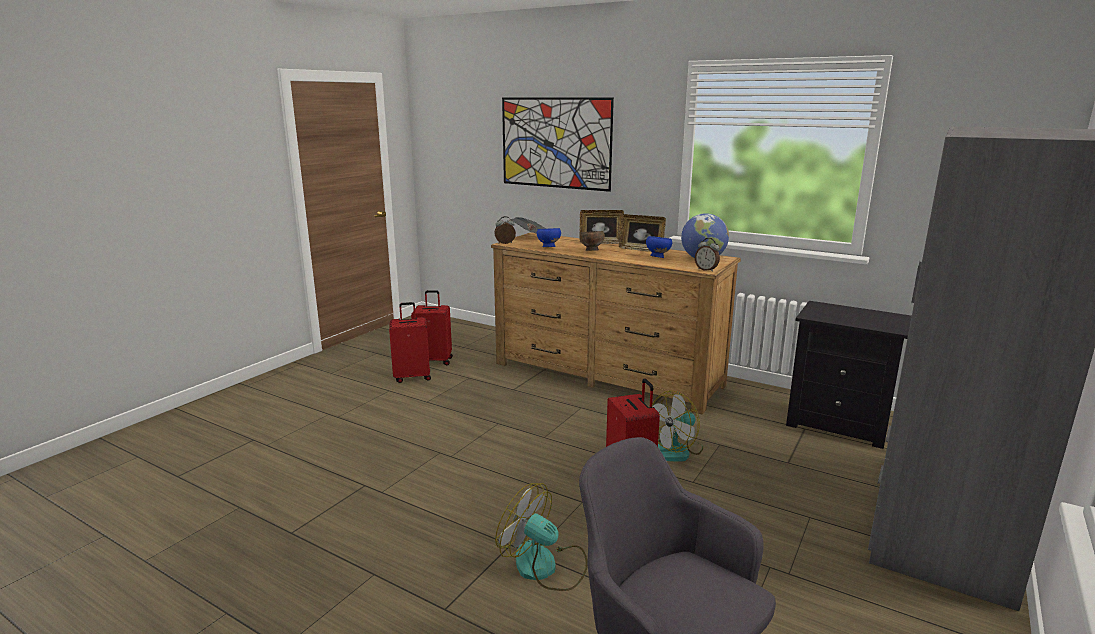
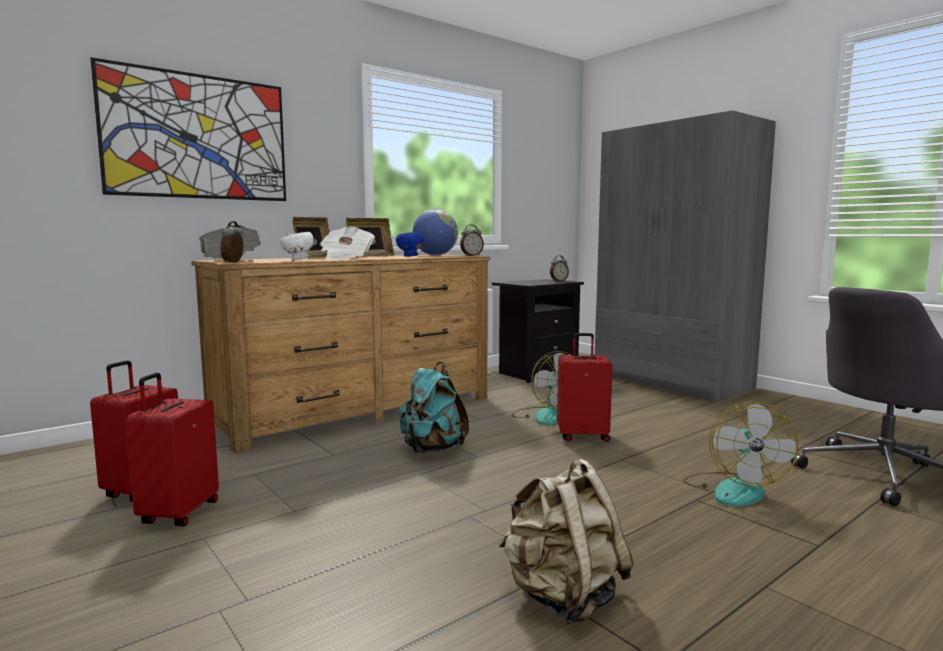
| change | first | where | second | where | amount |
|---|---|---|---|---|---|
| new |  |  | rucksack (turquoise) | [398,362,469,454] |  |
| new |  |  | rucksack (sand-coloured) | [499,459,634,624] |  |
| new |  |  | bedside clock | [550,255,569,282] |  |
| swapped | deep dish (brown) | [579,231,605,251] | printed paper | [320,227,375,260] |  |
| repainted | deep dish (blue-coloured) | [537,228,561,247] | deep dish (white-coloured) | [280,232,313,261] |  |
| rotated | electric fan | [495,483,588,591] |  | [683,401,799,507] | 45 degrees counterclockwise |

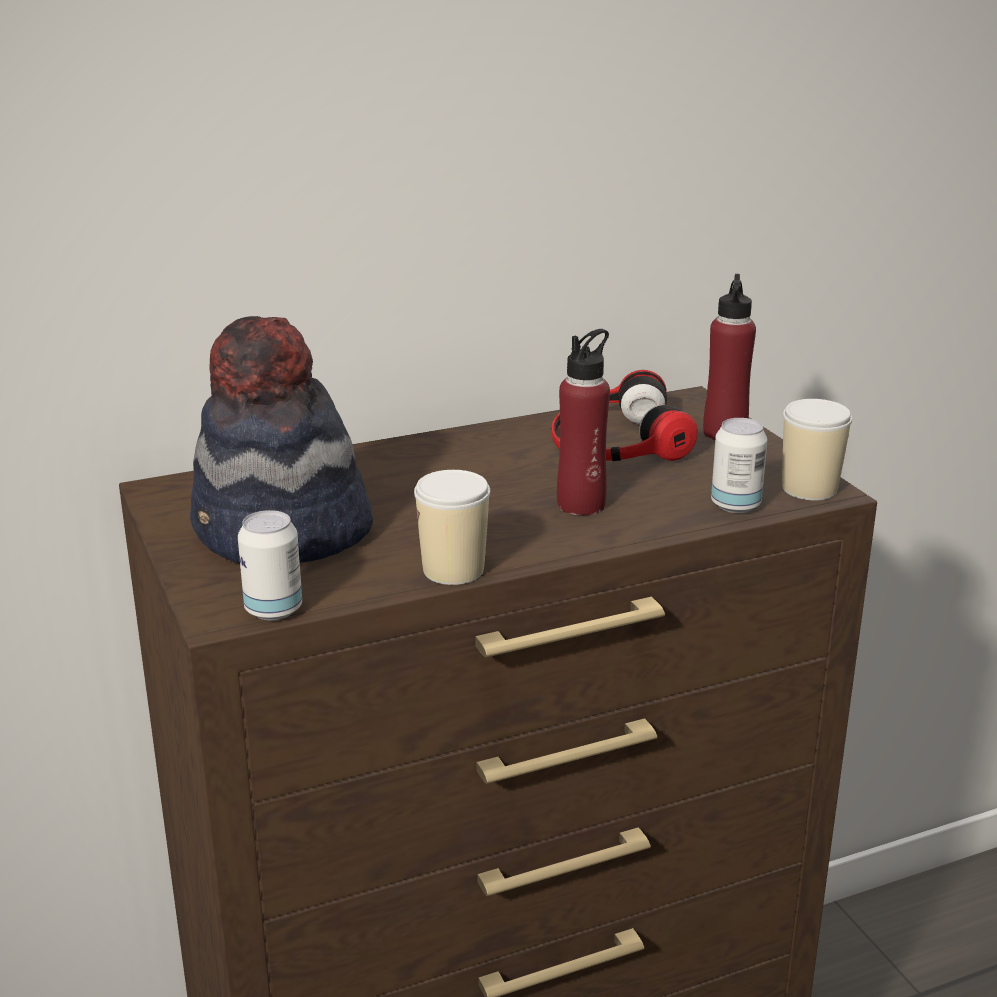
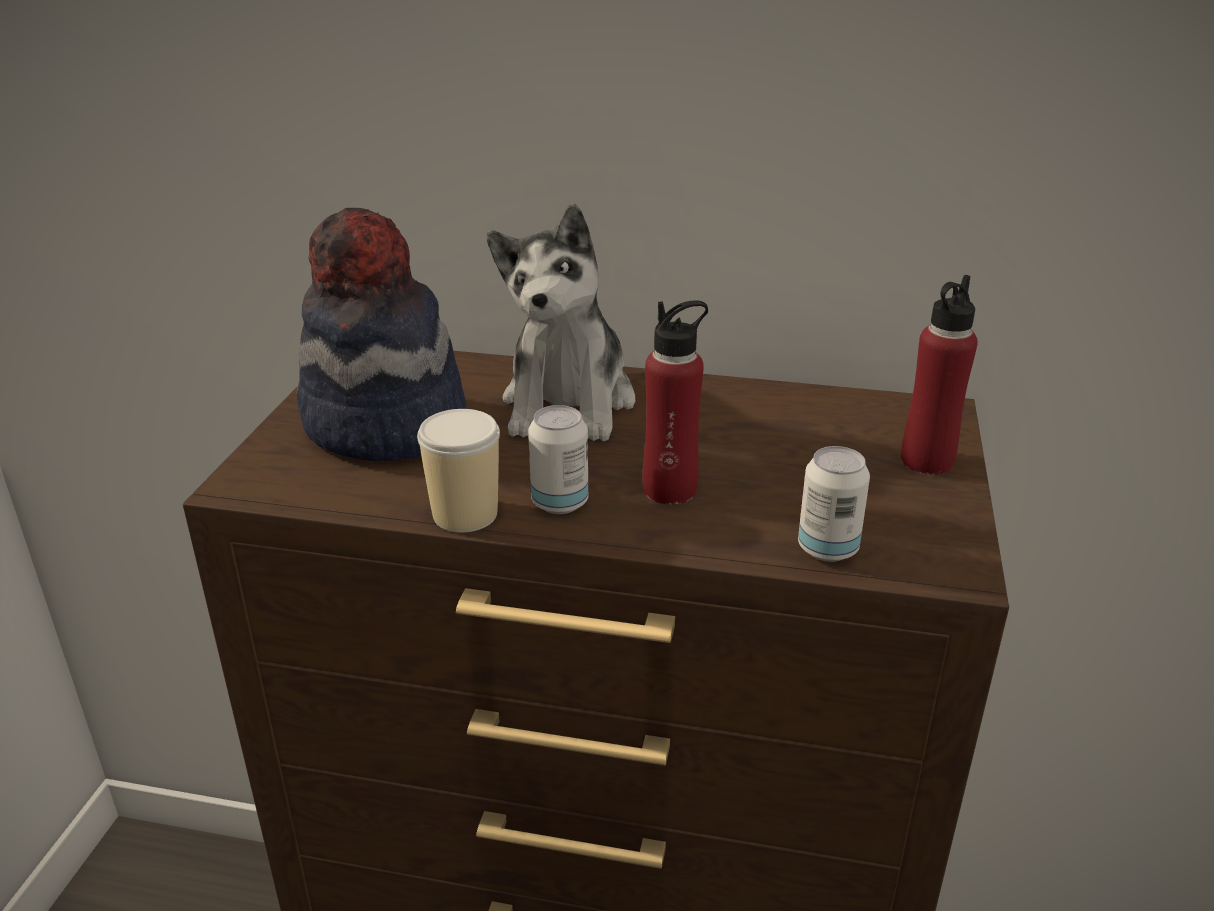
| change | first | where | second | where | amount |
|---|---|---|---|---|---|
| gone | headphones | [551,370,698,461] |  |  |  |
| gone | small cup | [782,399,852,500] |  |  |  |
| new |  |  | soft toy | [487,204,635,442] |  |
| shifted | metal can | [238,510,302,620] |  | [528,405,588,514] |  |

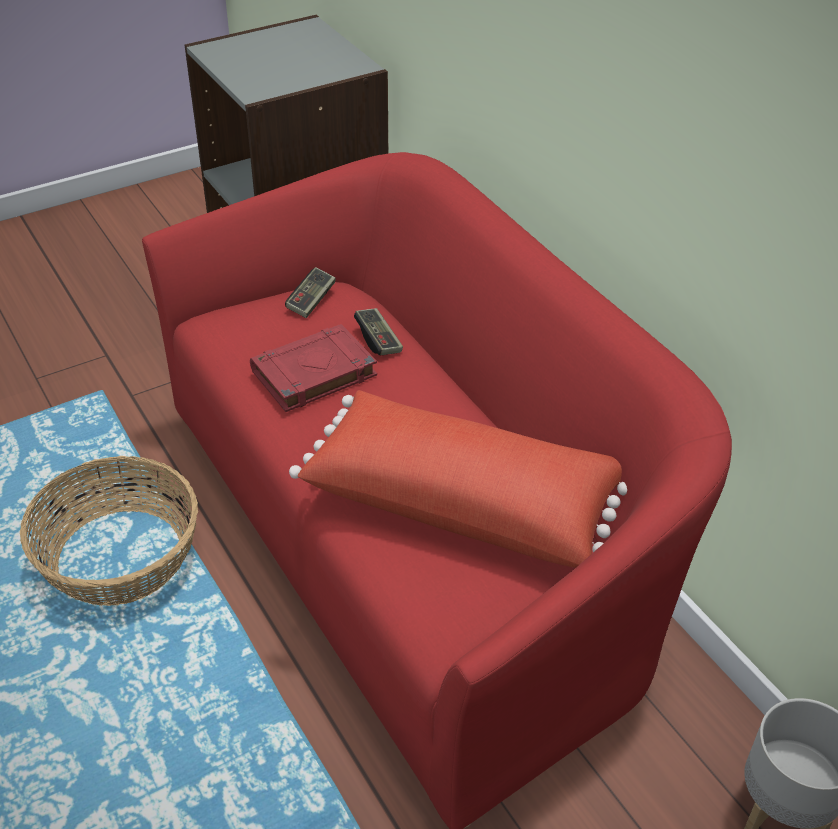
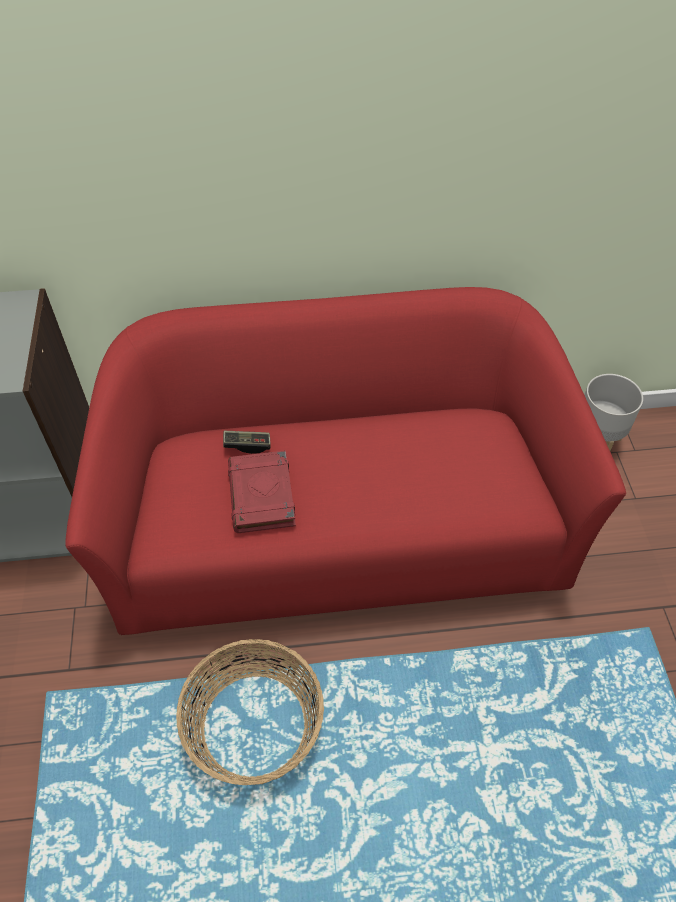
| change | first | where | second | where | amount |
|---|---|---|---|---|---|
| gone | gamepad | [285,267,336,318] |  |  |  |
| gone | throw pillow (red-coloured) | [289,390,627,568] |  |  |  |

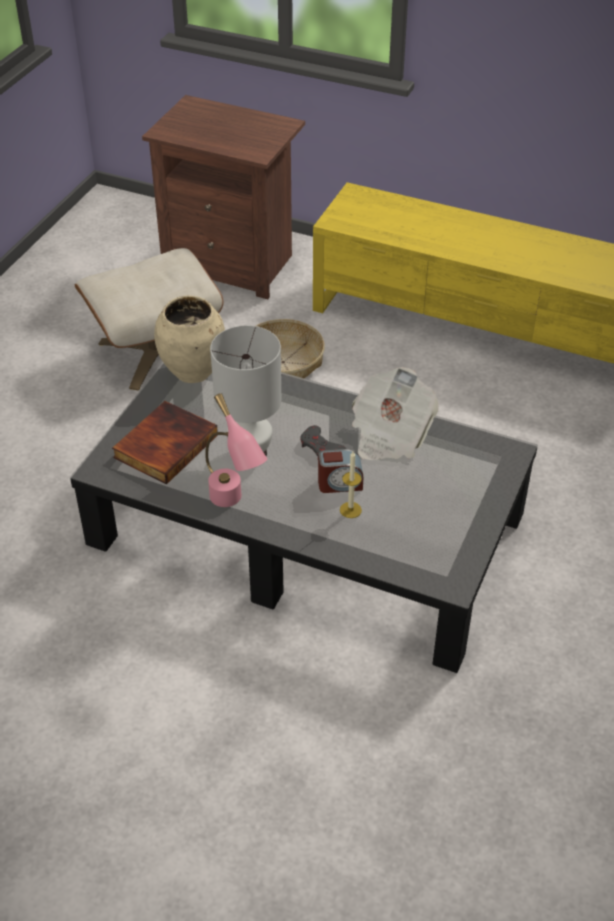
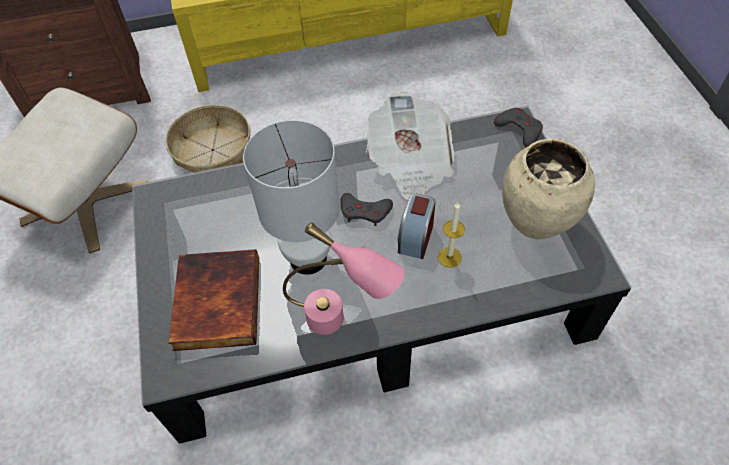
| change | first | where | second | where | amount |
|---|---|---|---|---|---|
| new |  |  | gamepad (grey) | [494,108,543,147] |  |
| shifted | decorative vase (sand-coloured) | [154,295,225,383] |  | [502,139,595,239] |  |
| rotated | bedside clock | [318,449,363,493] |  | [398,194,435,259] | 150 degrees clockwise |

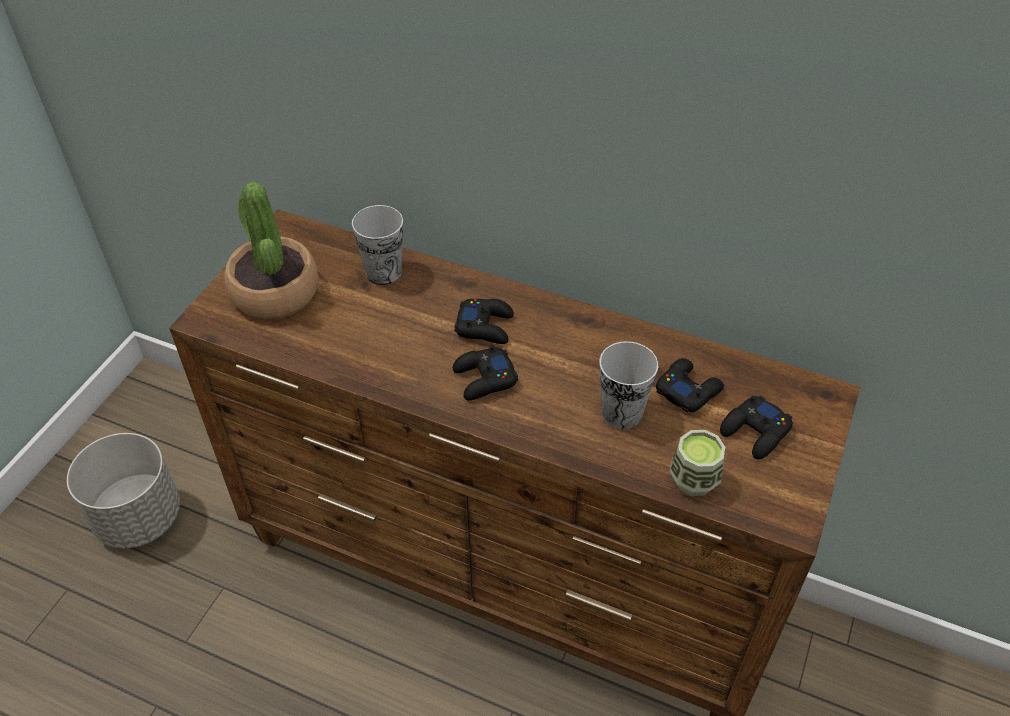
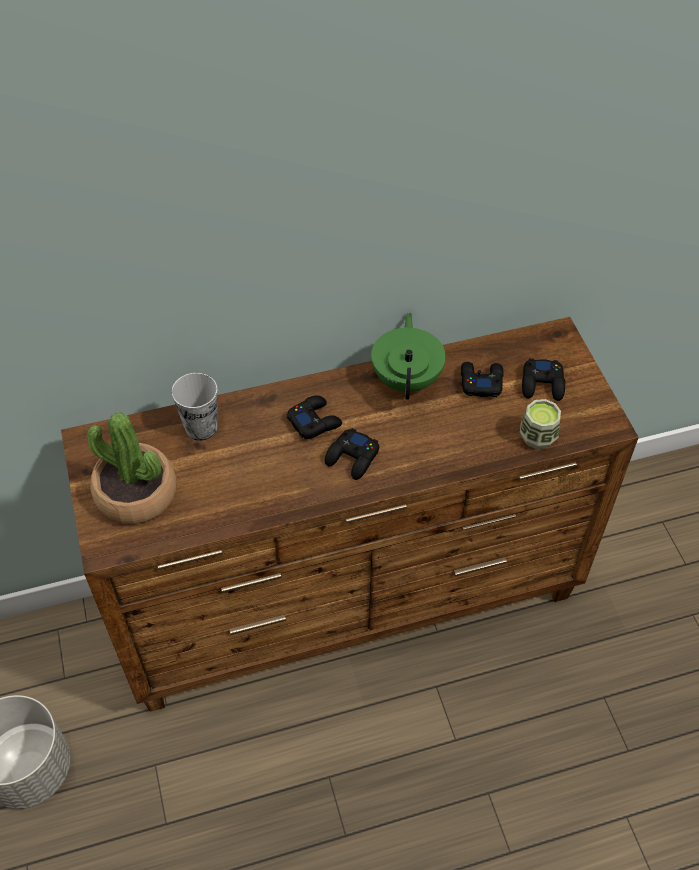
| change | first | where | second | where | amount |
|---|---|---|---|---|---|
| gone | small cup | [600,341,658,429] |  |  |  |
| new |  |  | teapot (greenish) | [371,312,446,399] |  |

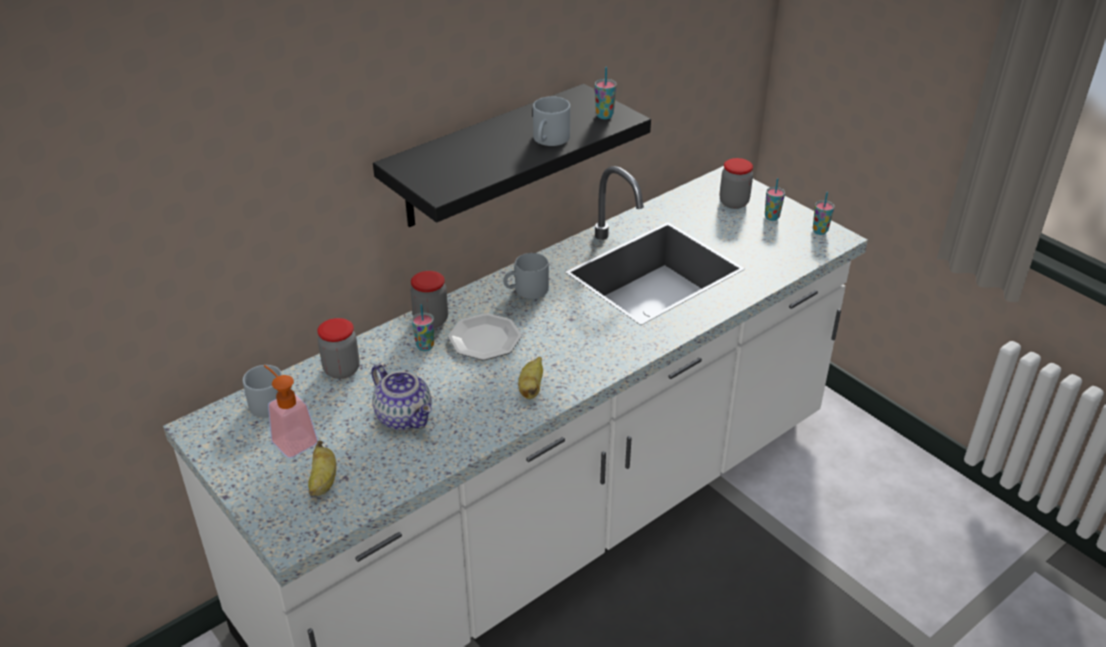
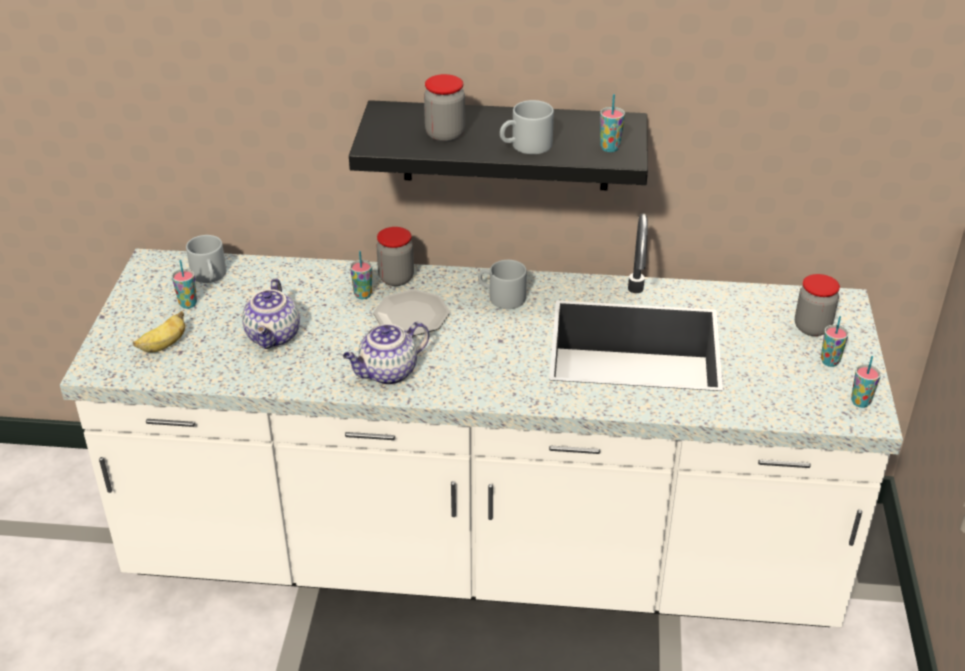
| change | first | where | second | where | amount |
|---|---|---|---|---|---|
| shifted | storage jar | [317,318,360,379] |  | [424,74,465,142] |  |
| swapped | soap bottle | [264,365,318,458] | small cup | [172,260,197,309] |  |
| swapped | banana | [518,357,543,399] | teapot | [343,322,429,385] |  |

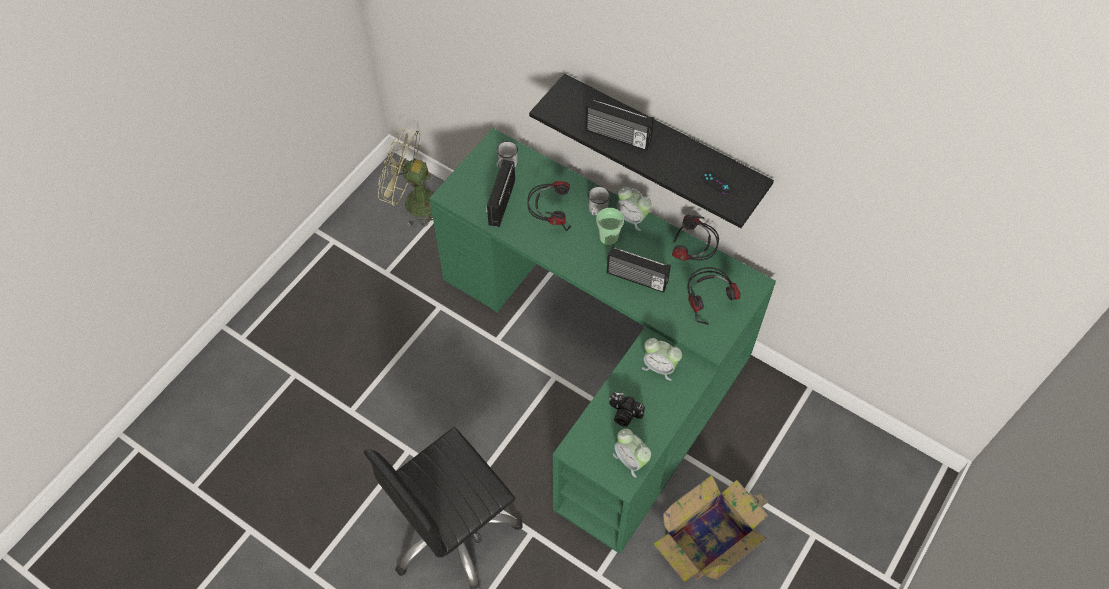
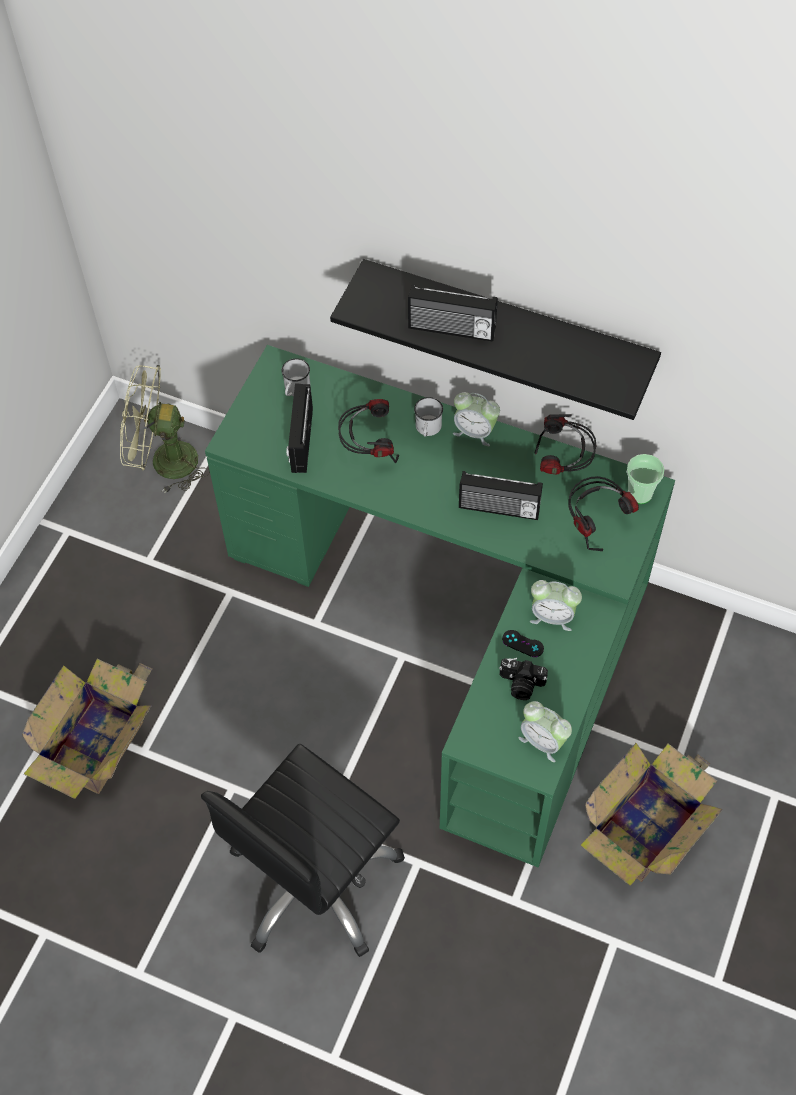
| change | first | where | second | where | amount |
|---|---|---|---|---|---|
| new |  |  | packing box | [22,659,153,799] |  |
| shifted | small cup | [596,208,624,246] |  | [627,454,665,504] |  |
| shifted | gamepad (blackish) | [701,171,733,194] |  | [502,630,544,657] |  |

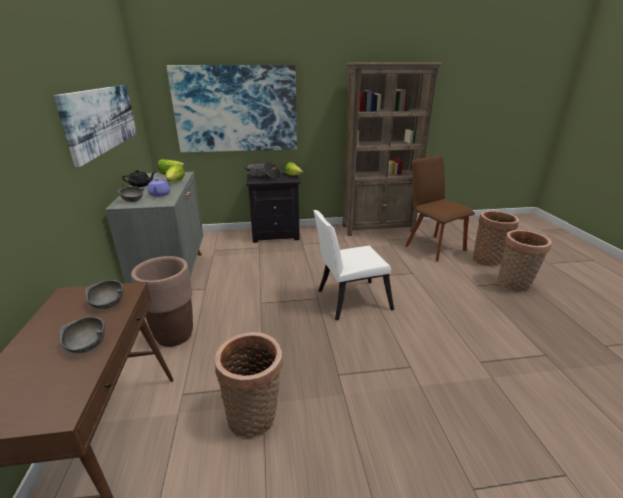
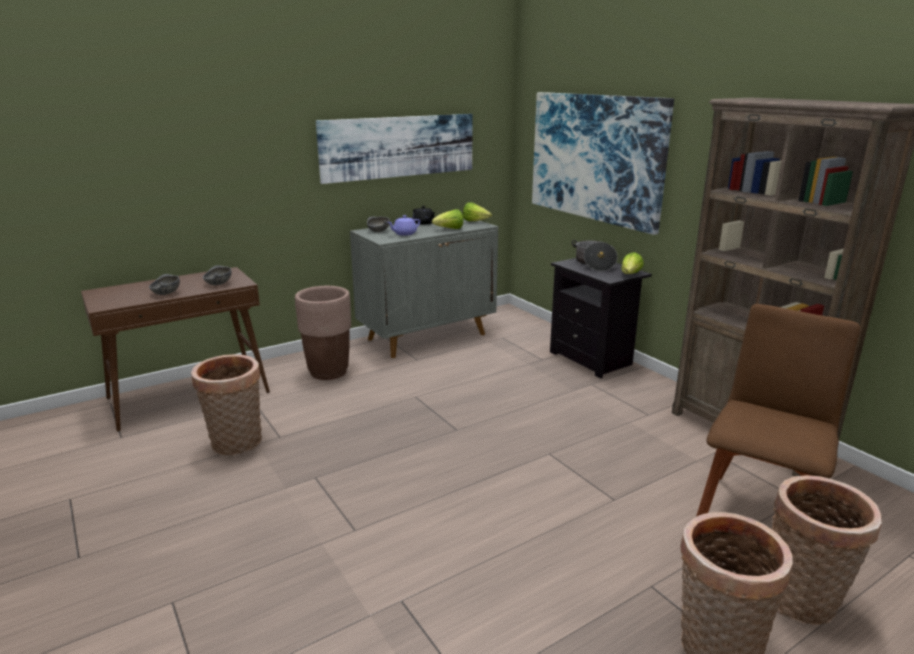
| change | first | where | second | where | amount |
|---|---|---|---|---|---|
| gone | plain chair (white-coloured) | [313,210,394,320] |  |  |  |

